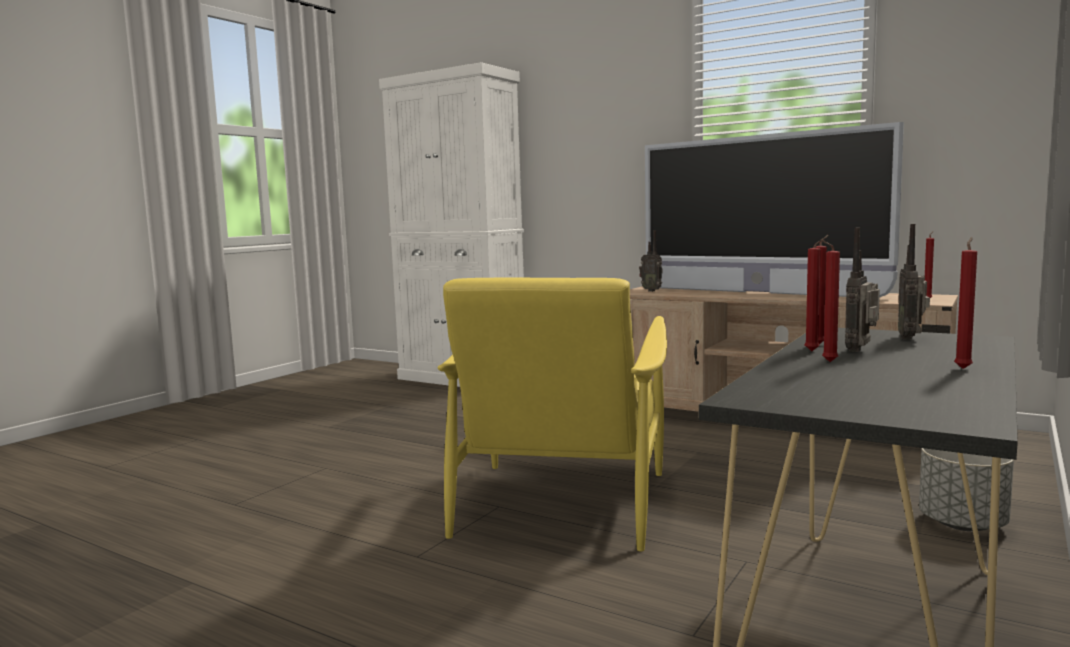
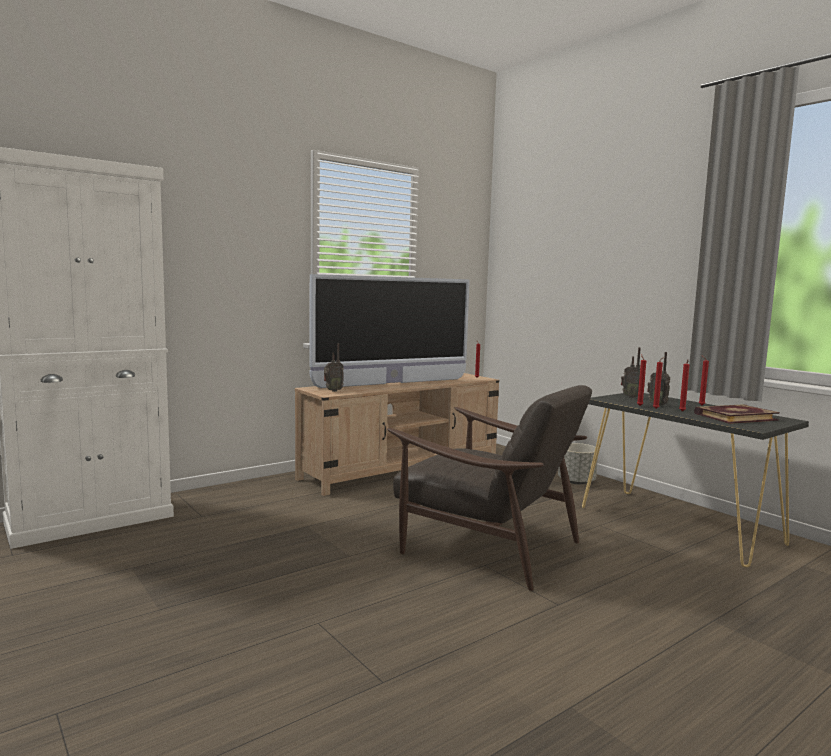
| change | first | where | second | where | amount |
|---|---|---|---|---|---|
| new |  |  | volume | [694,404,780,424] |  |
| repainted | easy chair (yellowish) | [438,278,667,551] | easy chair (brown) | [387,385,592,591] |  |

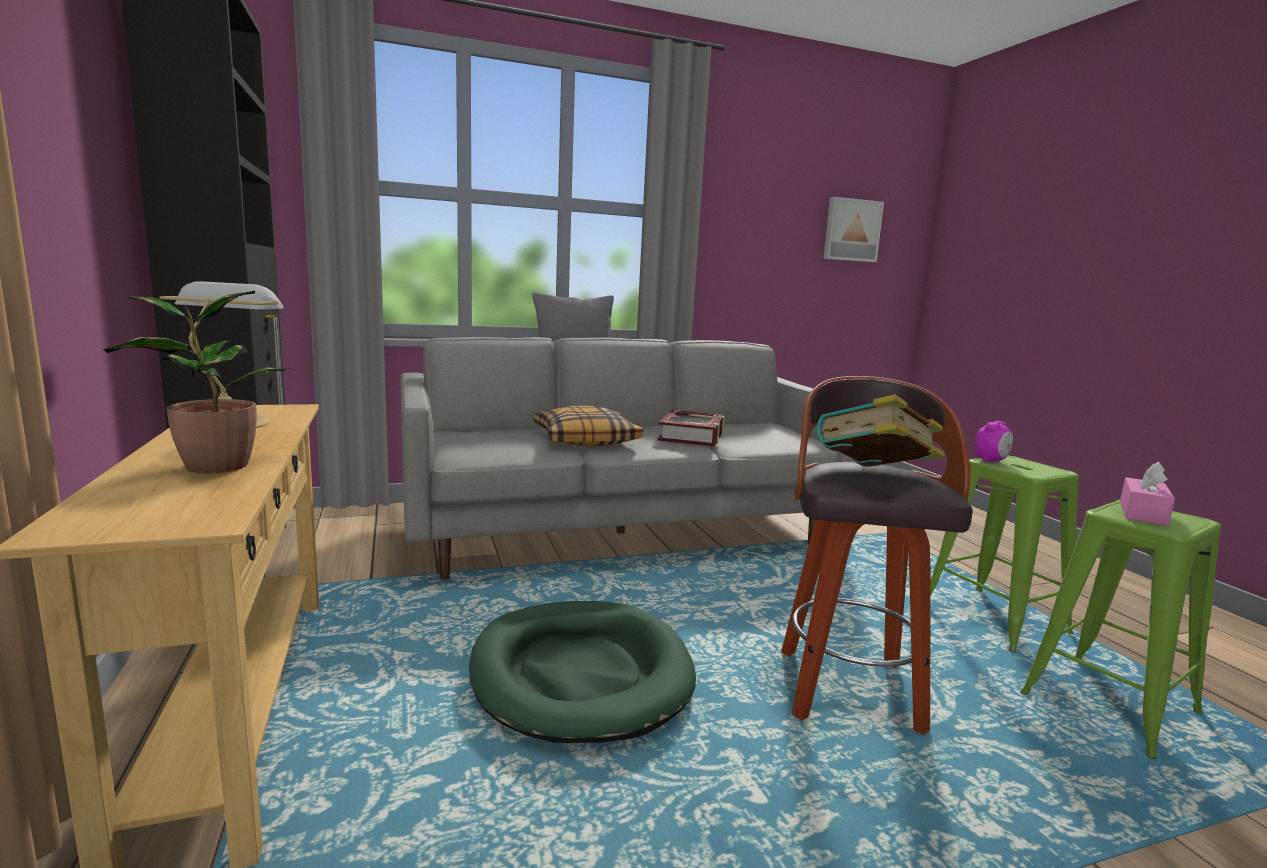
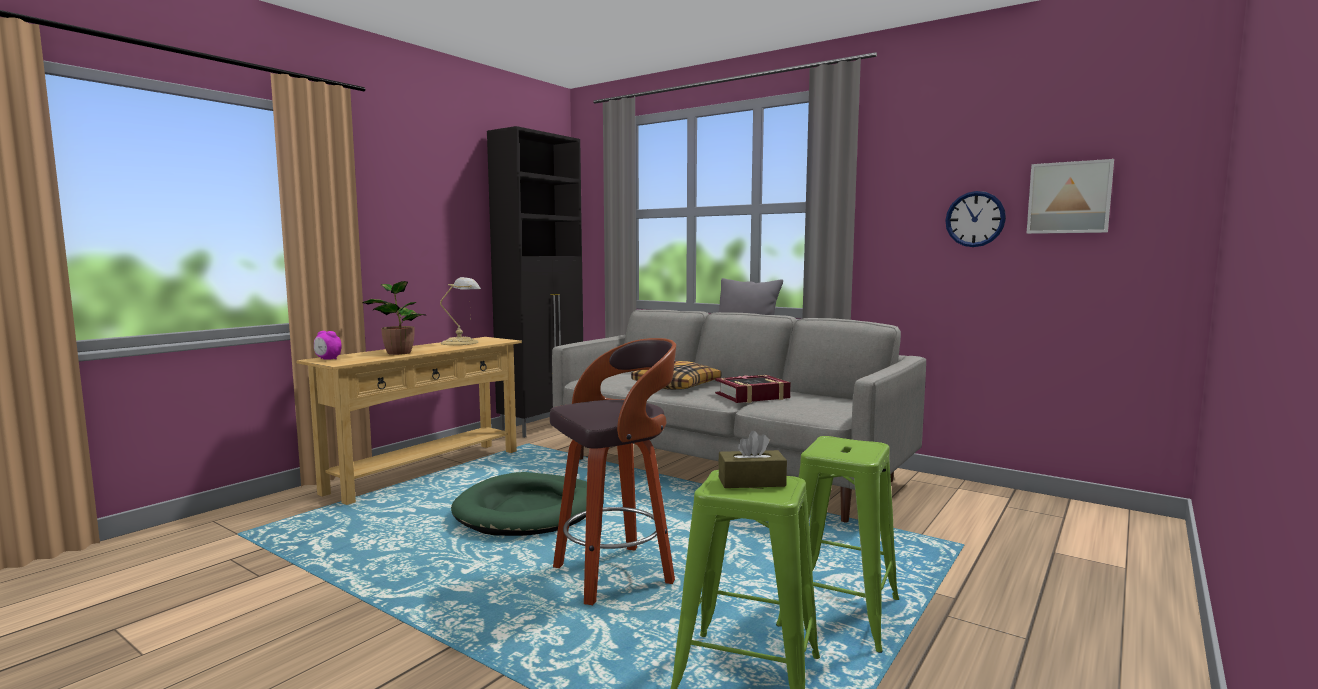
| change | first | where | second | where | amount |
|---|---|---|---|---|---|
| gone | volume | [816,394,945,467] |  |  |  |
| new |  |  | clock on the wall | [945,191,1006,247] |  |
| shifted | bedside clock | [975,421,1013,462] |  | [314,331,342,360] |  |
| repainted | box of tissues (pink-coloured) | [1120,462,1175,526] | box of tissues (brown) | [718,431,787,488] |  |

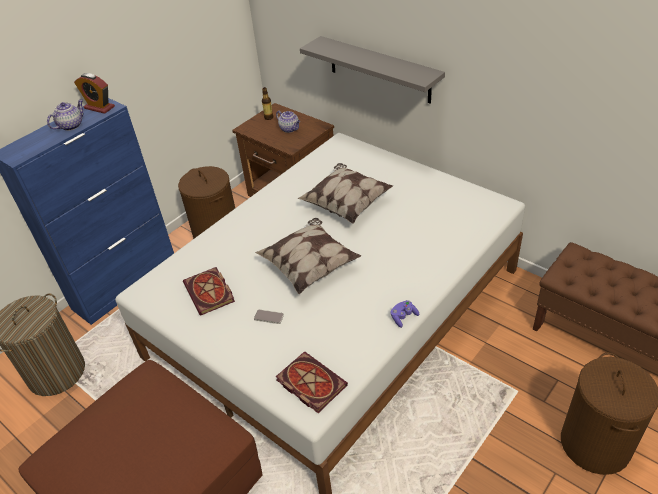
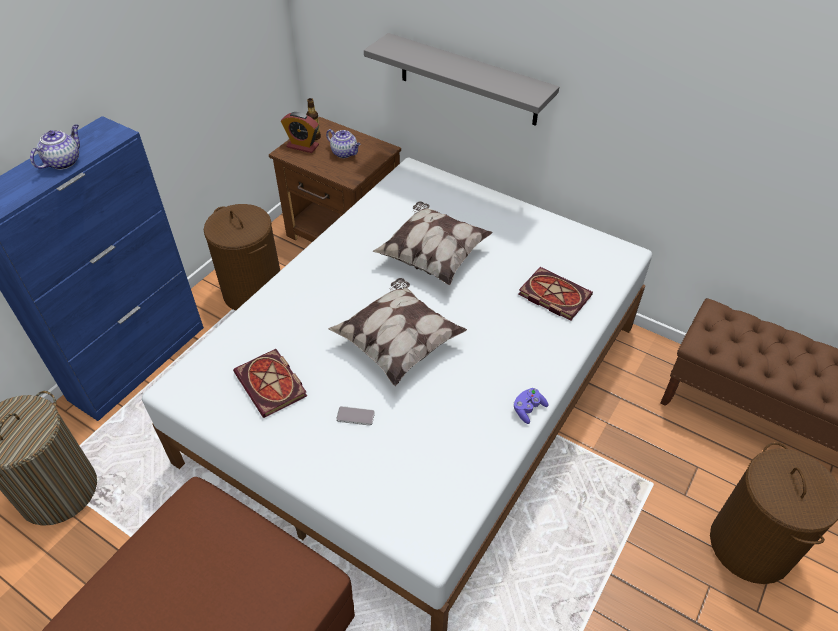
| change | first | where | second | where | amount |
|---|---|---|---|---|---|
| shifted | bedside clock | [74,73,115,114] |  | [281,112,319,153] |  |
| shifted | volume | [276,351,348,413] |  | [518,267,593,321] |  |

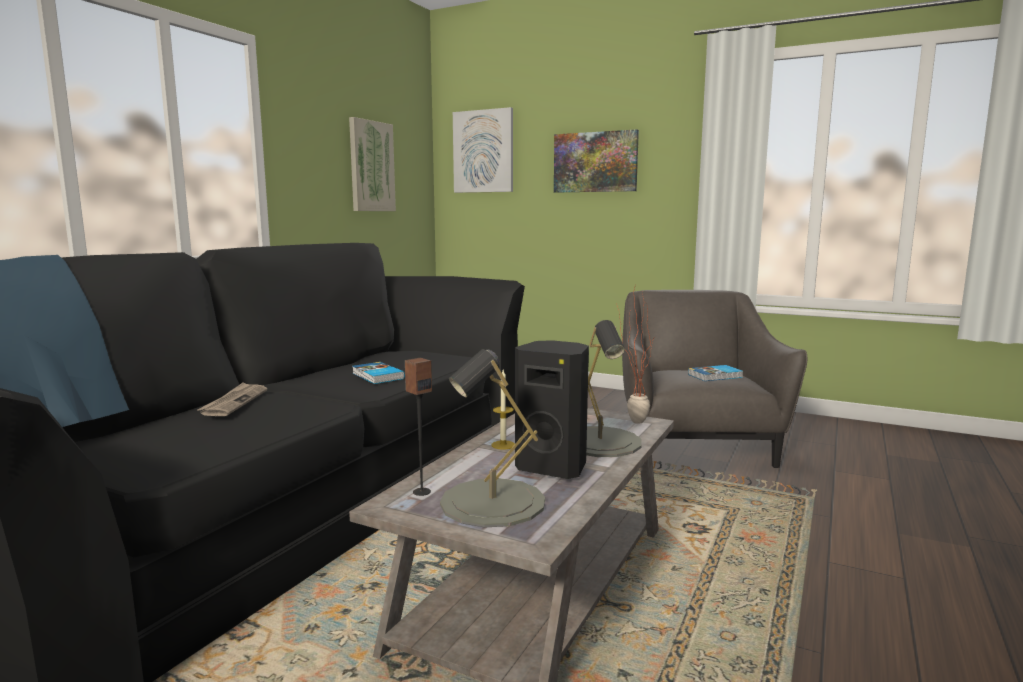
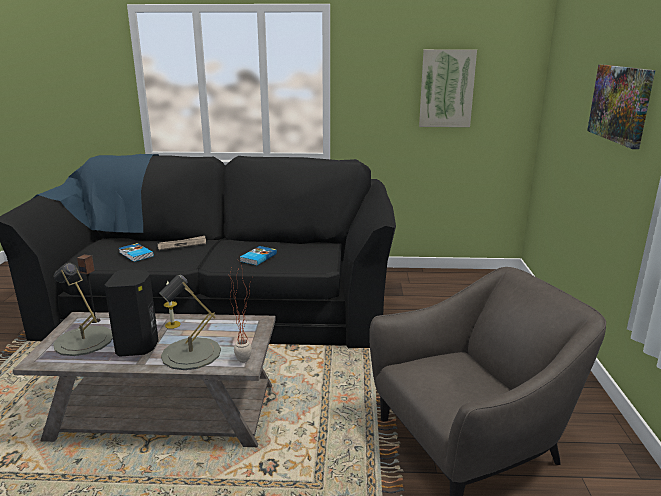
| change | first | where | second | where | amount |
|---|---|---|---|---|---|
| gone | picture | [453,107,513,193] |  |  |  |
| shifted | volume | [688,365,743,381] |  | [119,243,154,262] |  |

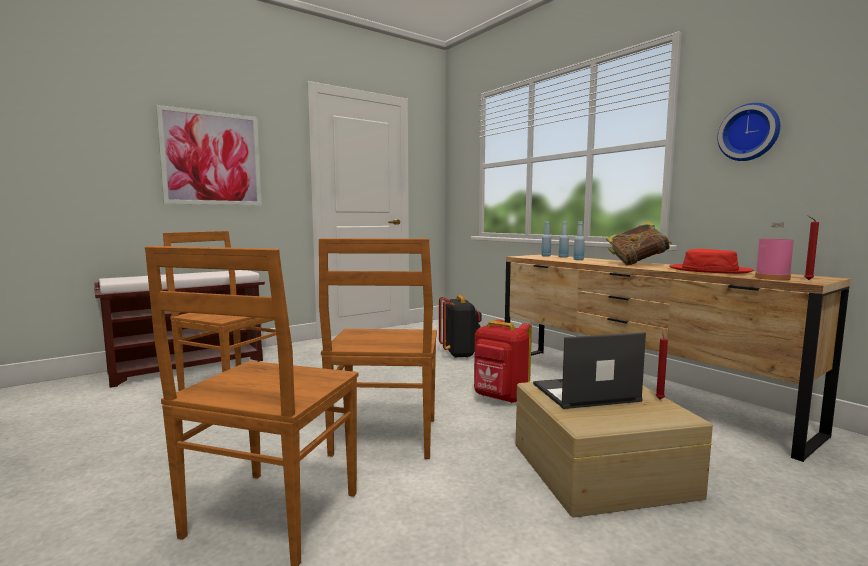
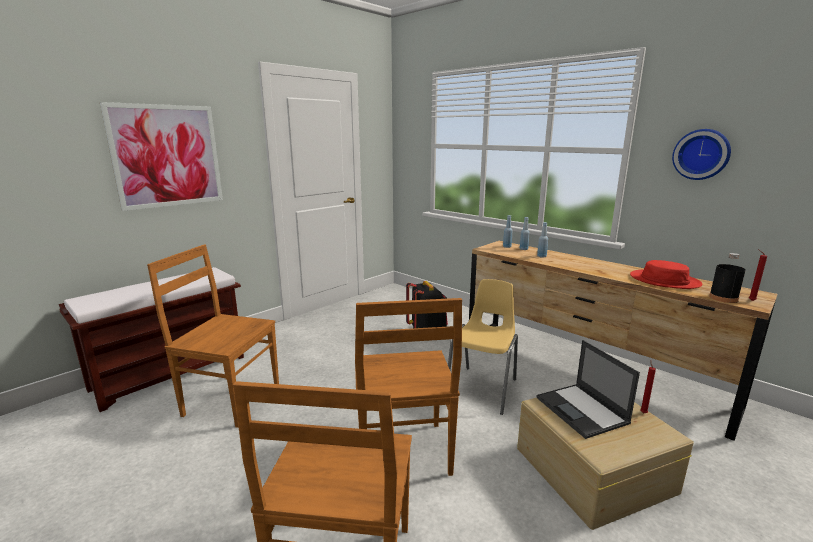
| change | first | where | second | where | amount |
|---|---|---|---|---|---|
| gone | volume | [606,221,672,265] |  |  |  |
| swapped | rucksack (red-coloured) | [474,319,532,403] | plain chair (yellowish) | [448,279,518,415] |  |
| repainted | drink bottle (pink-coloured) | [755,222,794,280] | drink bottle (blackish) | [709,253,746,303] |  |
| rotated | portable computer | [533,332,646,409] |  | [536,340,640,439] | 90 degrees counterclockwise |

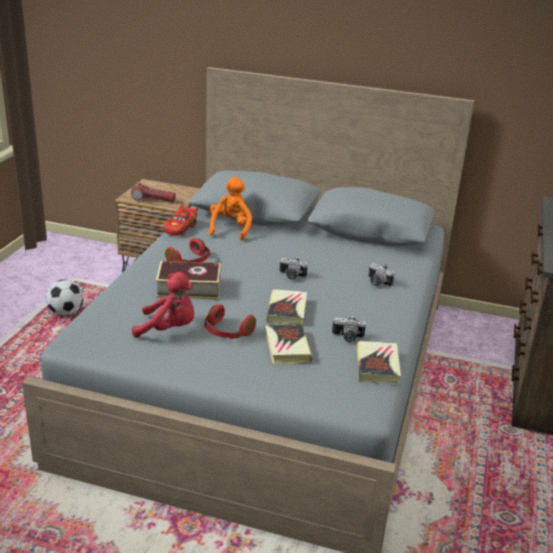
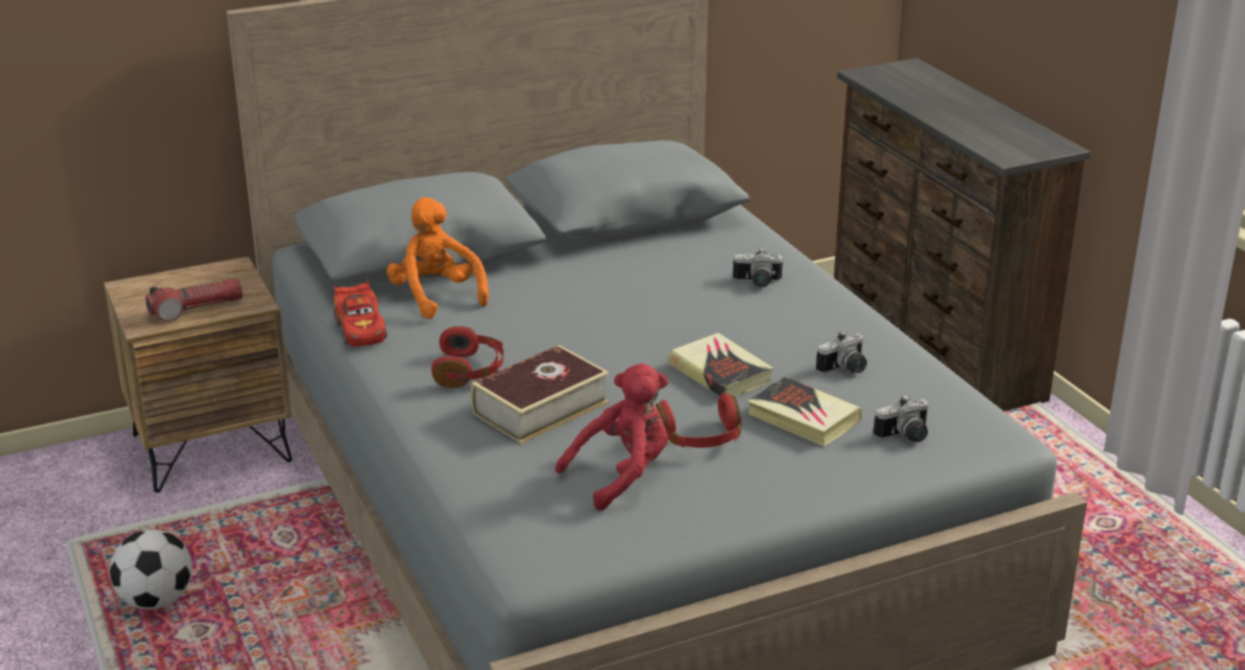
| change | first | where | second | where | amount |
|---|---|---|---|---|---|
| gone | volume | [357,341,401,384] |  |  |  |
| shifted | photo camera | [280,257,308,279] |  | [873,395,929,442] |  |

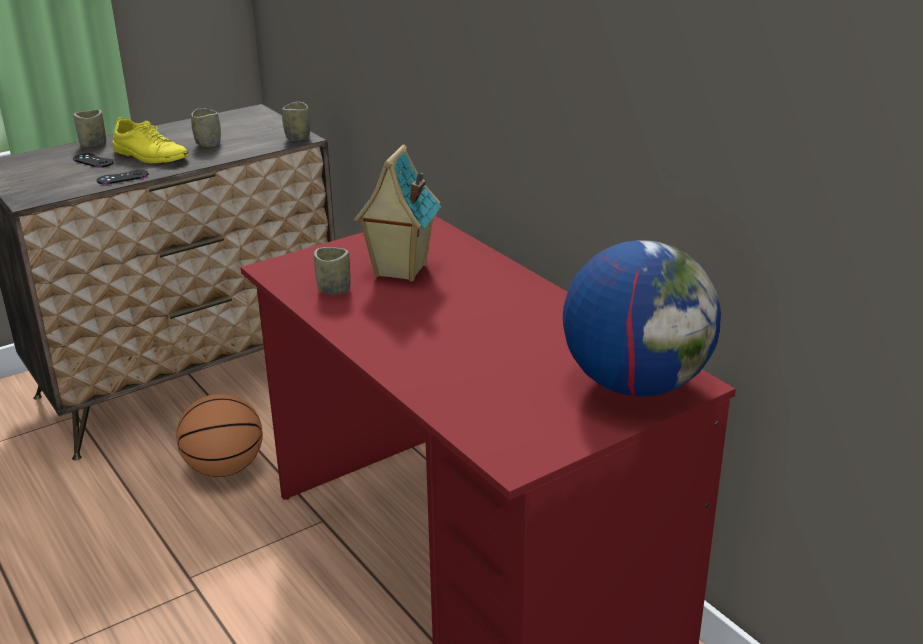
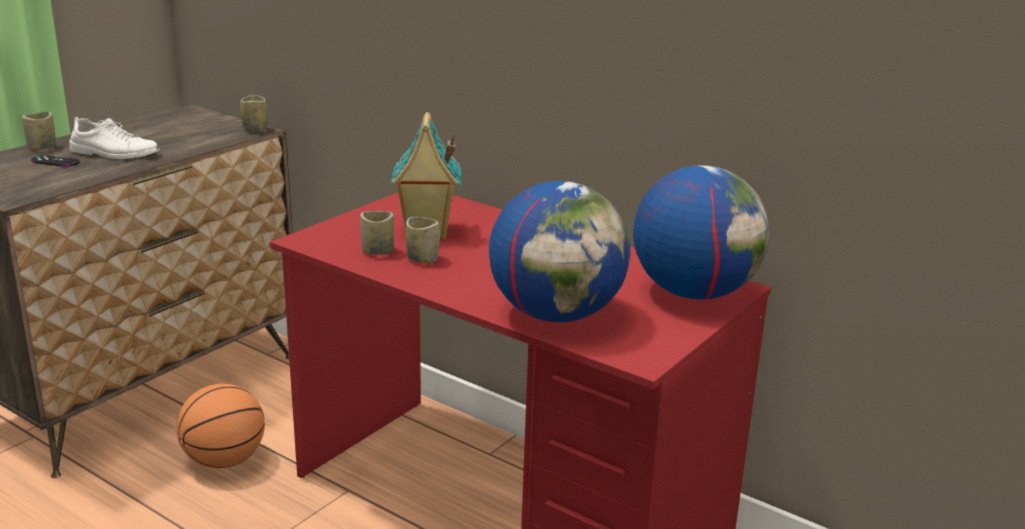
| change | first | where | second | where | amount |
|---|---|---|---|---|---|
| gone | gamepad (blackish) | [97,170,149,184] |  |  |  |
| new |  |  | world globe | [489,181,630,322] |  |
| shifted | small cup | [191,108,221,147] |  | [405,217,440,264] |  |
| repainted | low shoe (yellowish) | [113,117,189,163] | low shoe (white-coloured) | [69,116,160,160] |  |

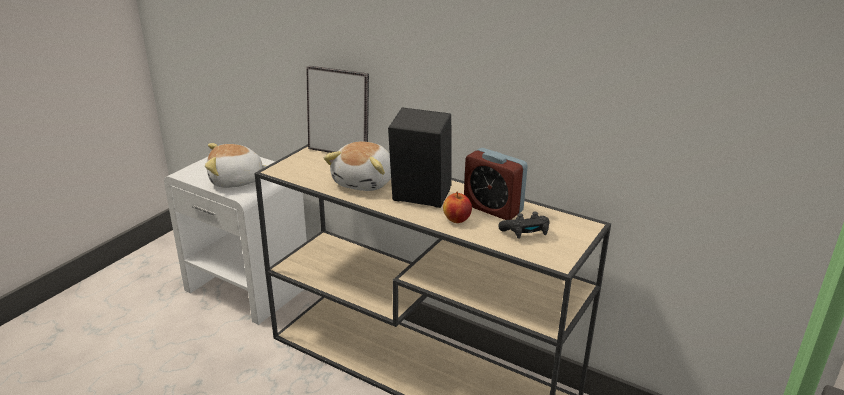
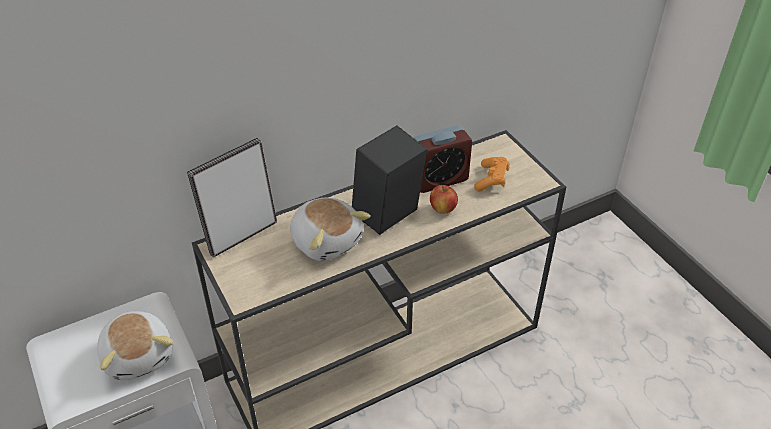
| change | first | where | second | where | amount |
|---|---|---|---|---|---|
| repainted | gamepad (blackish) | [498,211,550,239] | gamepad (orangey) | [474,157,510,192] |  |
| rotated | soft toy | [205,143,267,188] |  | [97,311,173,380] | 45 degrees counterclockwise |

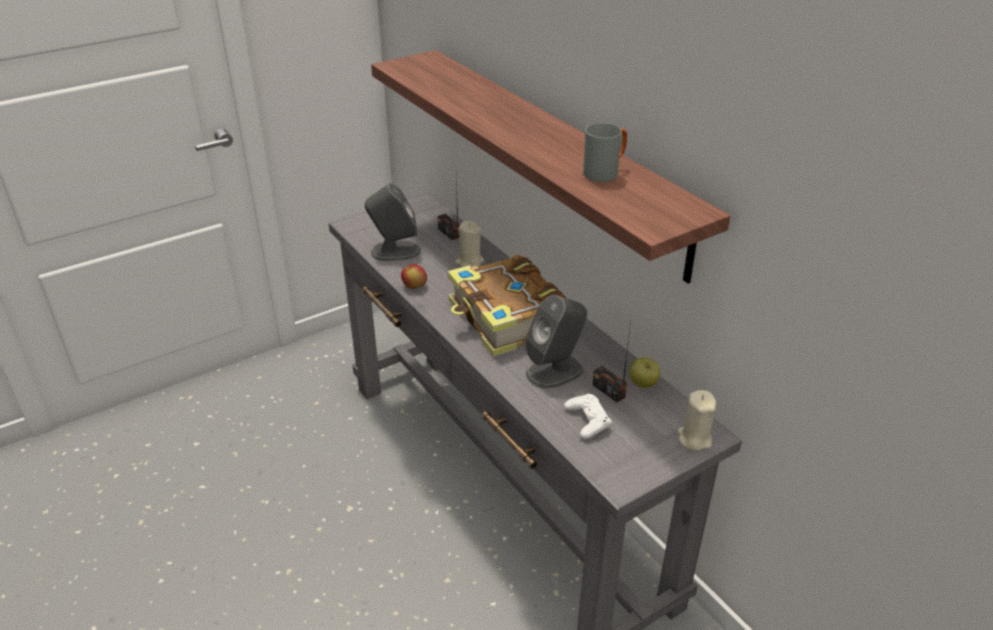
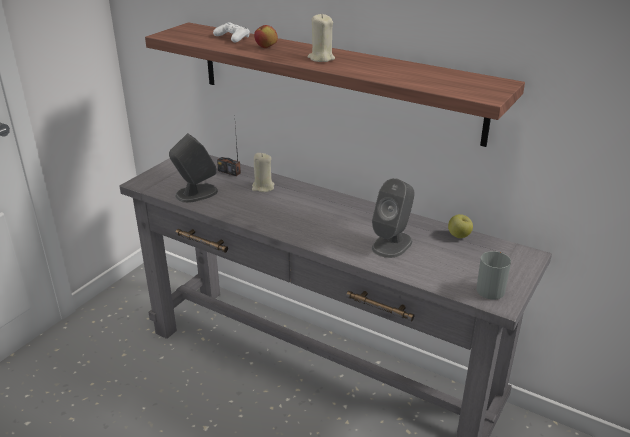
| change | first | where | second | where | amount |
|---|---|---|---|---|---|
| gone | volume | [448,255,566,357] |  |  |  |
| gone | radio receiver | [593,321,631,402] |  |  |  |
| shifted | apple | [401,264,427,289] |  | [254,25,278,48] |  |
| shifted | gamepad (white-coloured) | [564,394,612,439] |  | [213,22,250,43] |  |
| shifted | mug (grey) | [583,123,627,182] |  | [476,251,511,299] |  |
| shifted | wax light (sand-coloured) | [677,390,716,451] |  | [308,14,335,62] |  |

